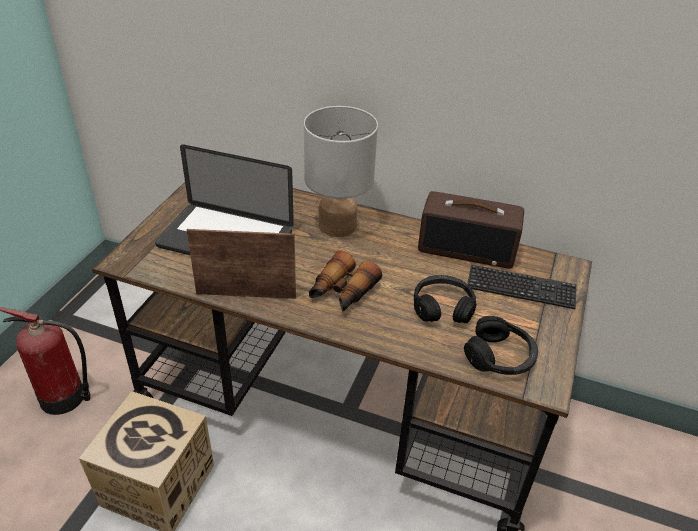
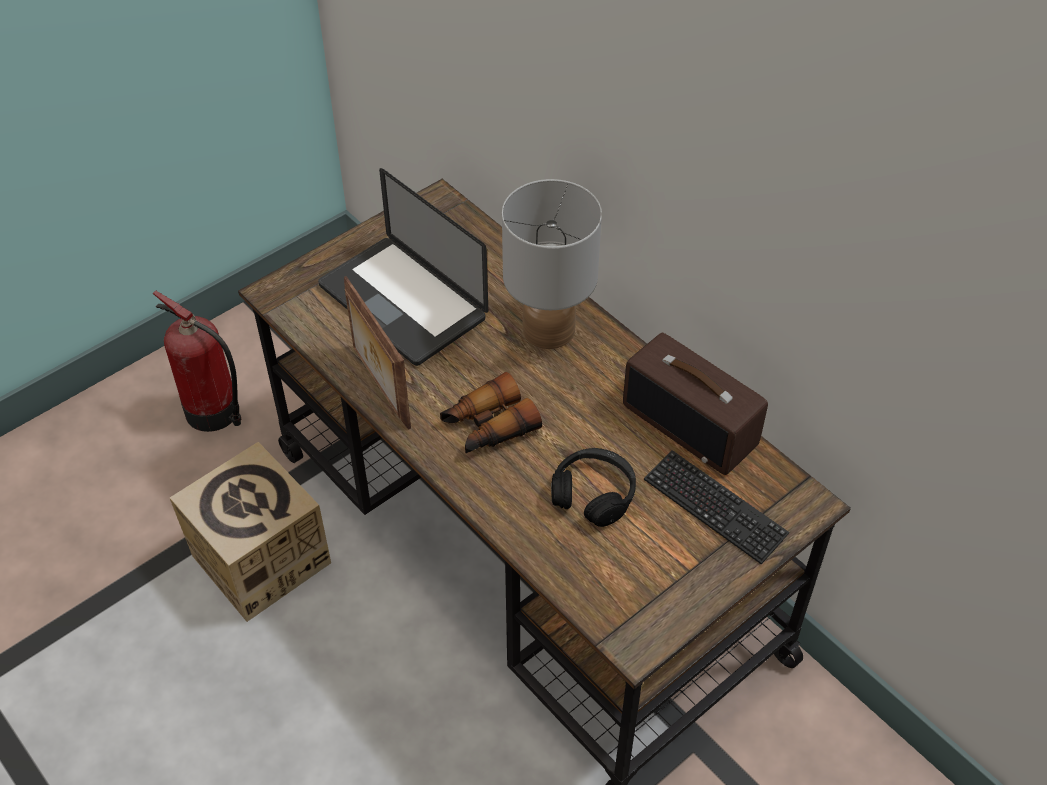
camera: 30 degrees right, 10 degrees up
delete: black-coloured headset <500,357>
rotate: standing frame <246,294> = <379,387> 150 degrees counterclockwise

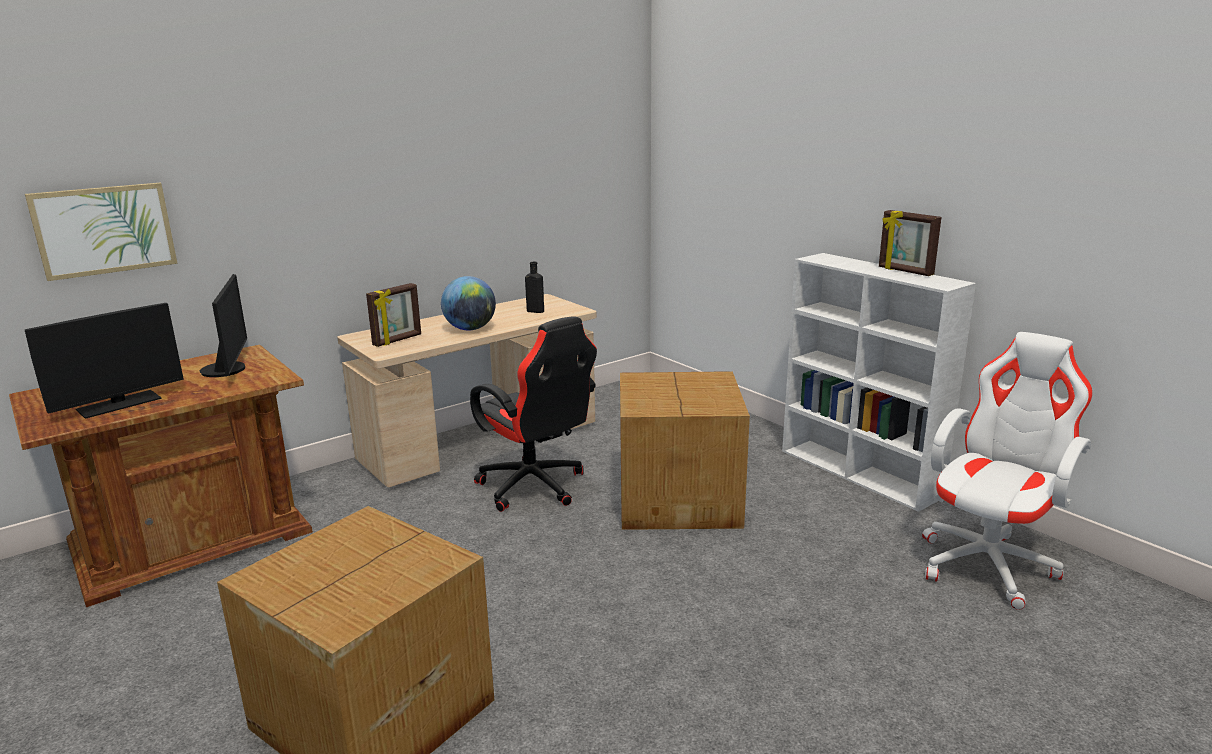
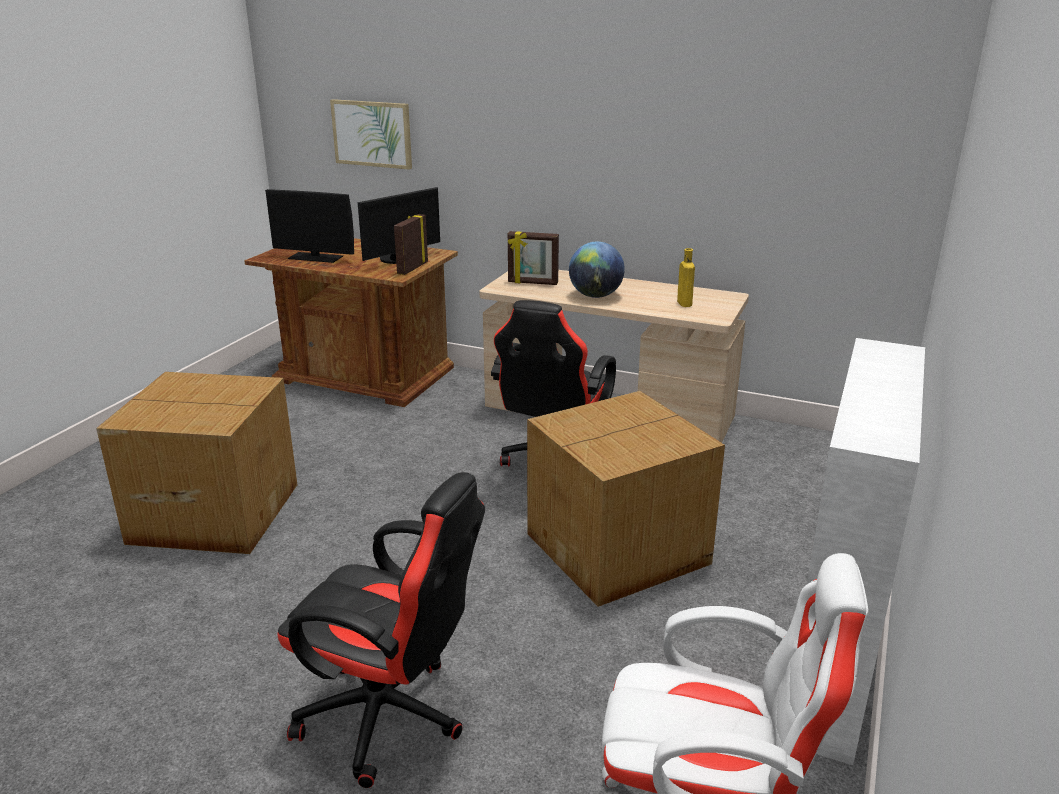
camera: 60 degrees right, 5 degrees up
insert: black-coloured desk chair <392,722>
move: standing frame <905,271> to <412,268>
recolor: black-coloured bottle <534,311> to yellow-coloured bottle <684,303>

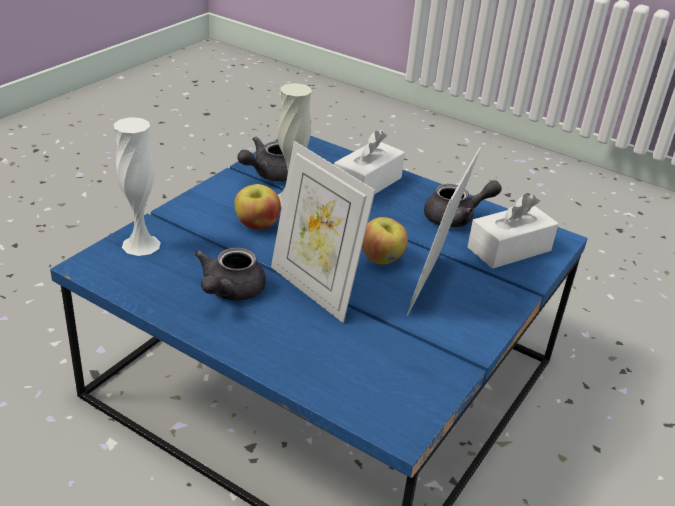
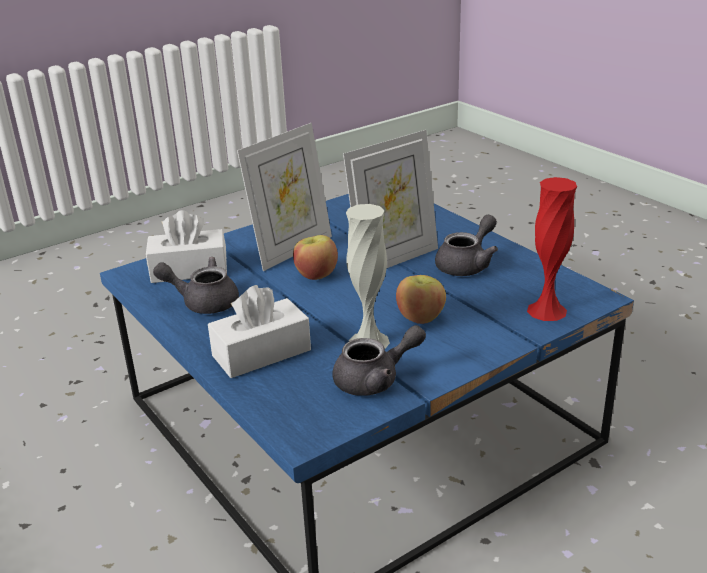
camera: 155 degrees left, 5 degrees down
recolor: white-coloured flower vase <141,244> to reddish flower vase <546,310>
rotate: standing frame <314,289> = <393,259> 75 degrees clockwise

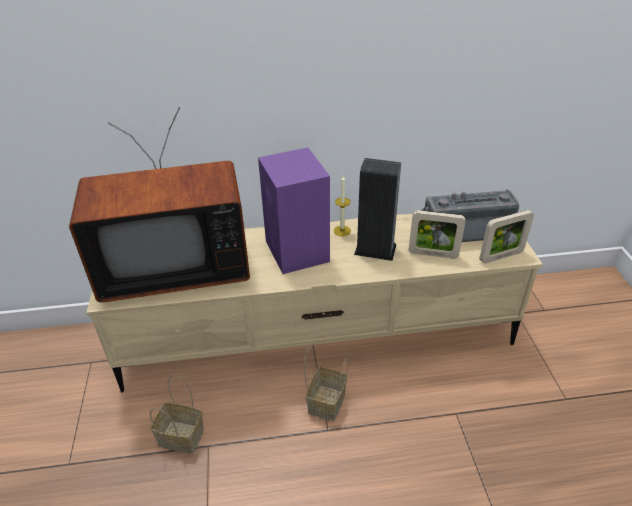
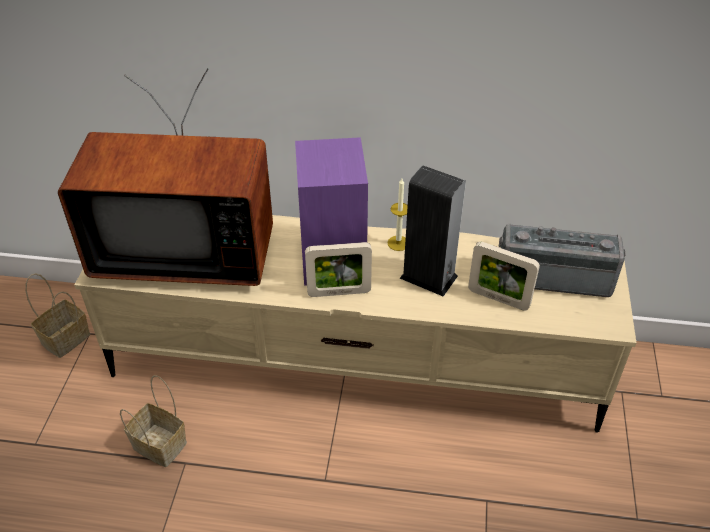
camera: 15 degrees right, 5 degrees up
move: storage basket <326,401> to <66,337>; standing frame <501,256> to <339,292>

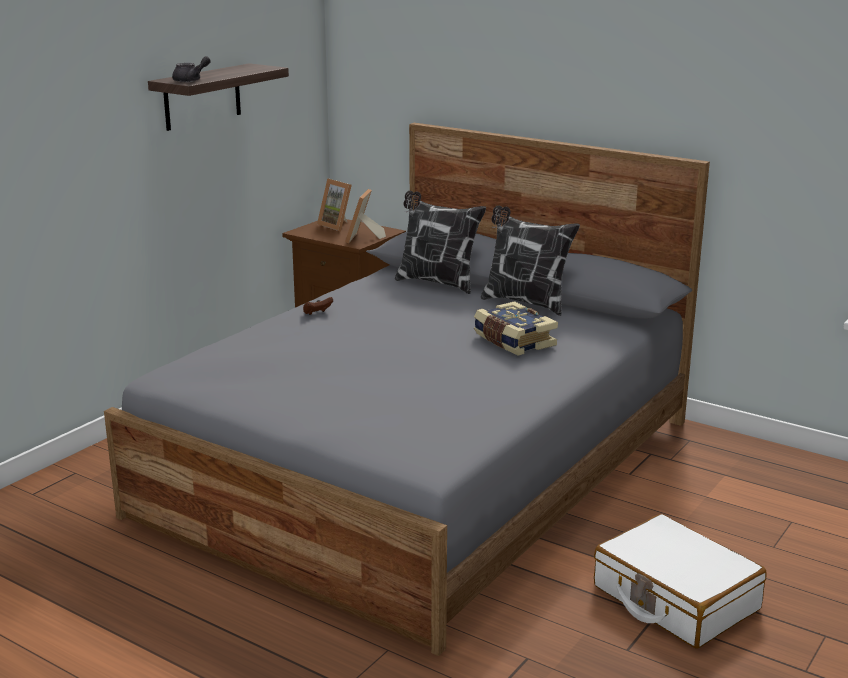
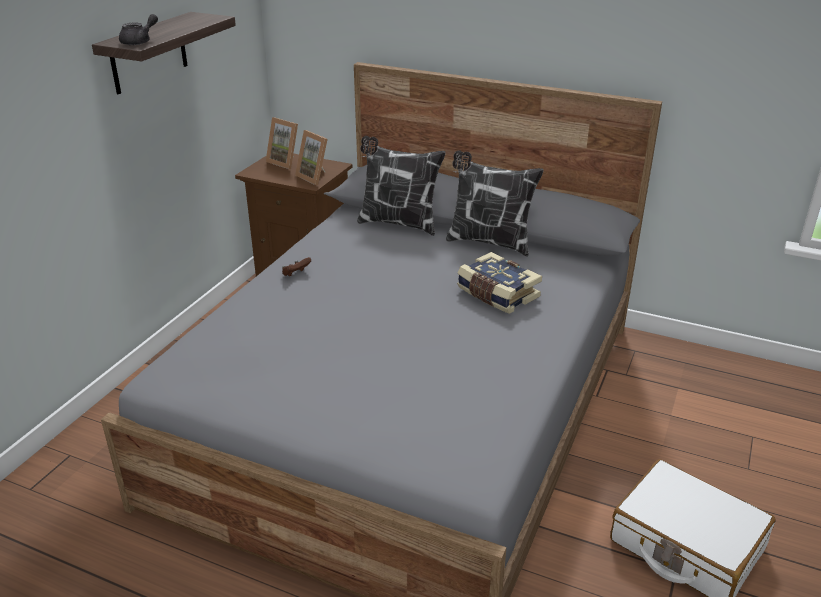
camera: 10 degrees left, 10 degrees up
rotate: standing frame <363,238> = <315,177> 45 degrees counterclockwise

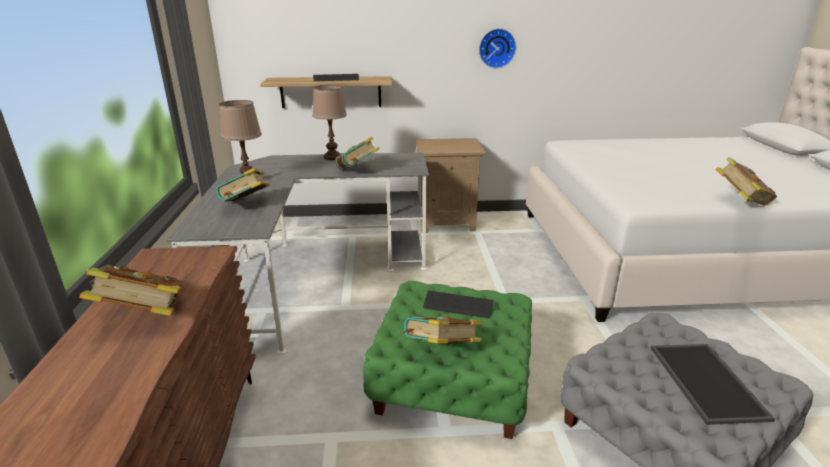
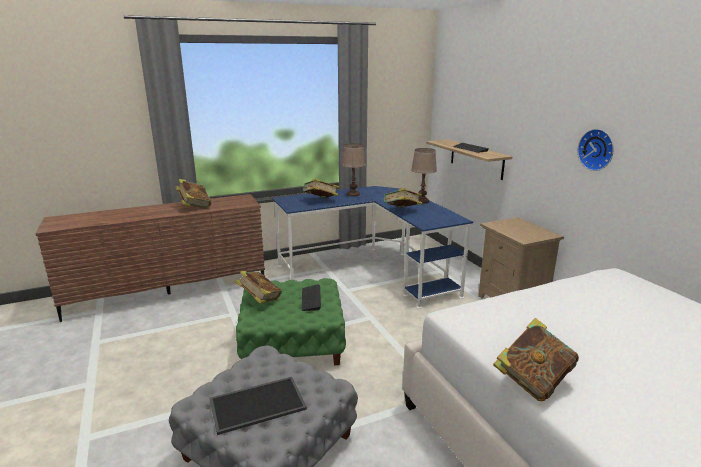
camera: 70 degrees right, 5 degrees down
recolor: gray desk unit <310,277> to blue desk unit <371,271>

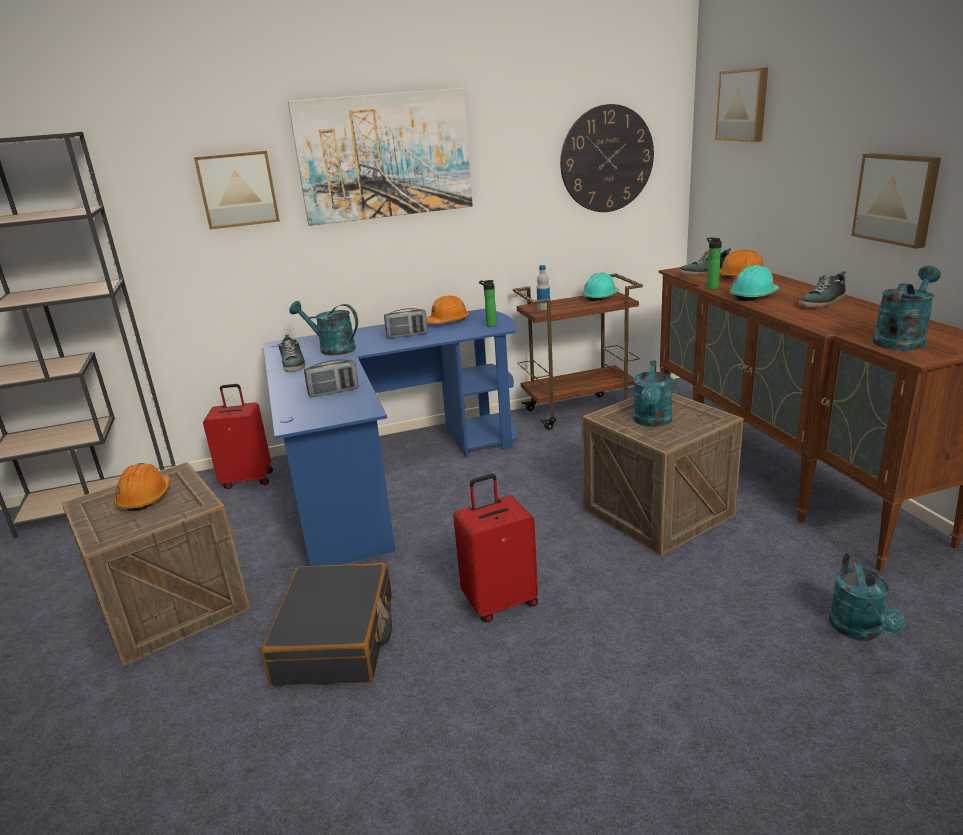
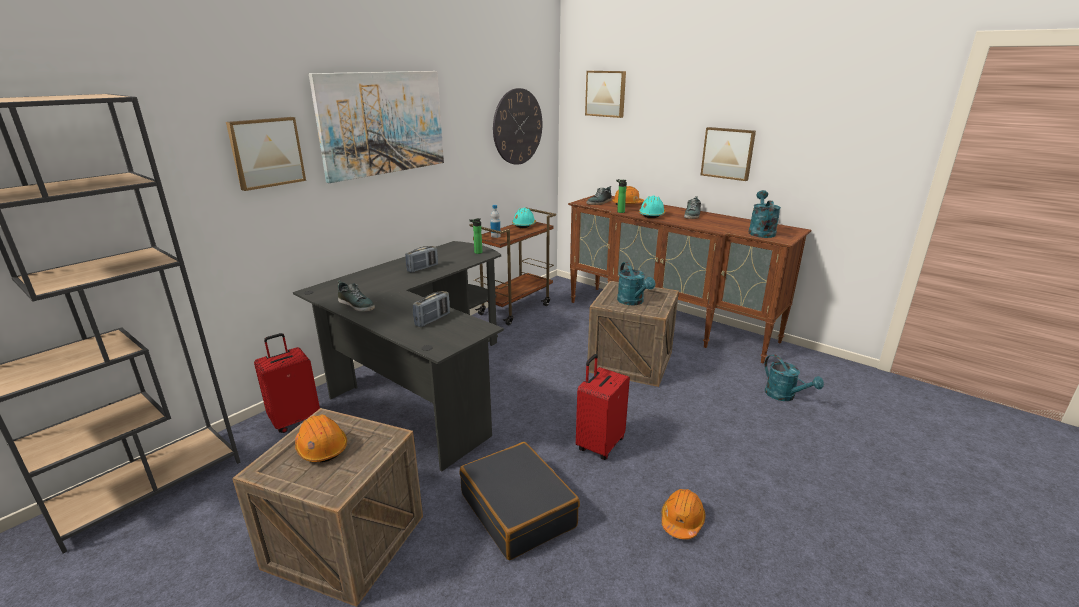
camera: 35 degrees left, 0 degrees up
delete: turquoise sprinkling can <331,349>
move: orange-coloured work helmet <448,322> to <682,521>
recolor: blue desk unit <387,474> to black-coloured desk unit <422,383>

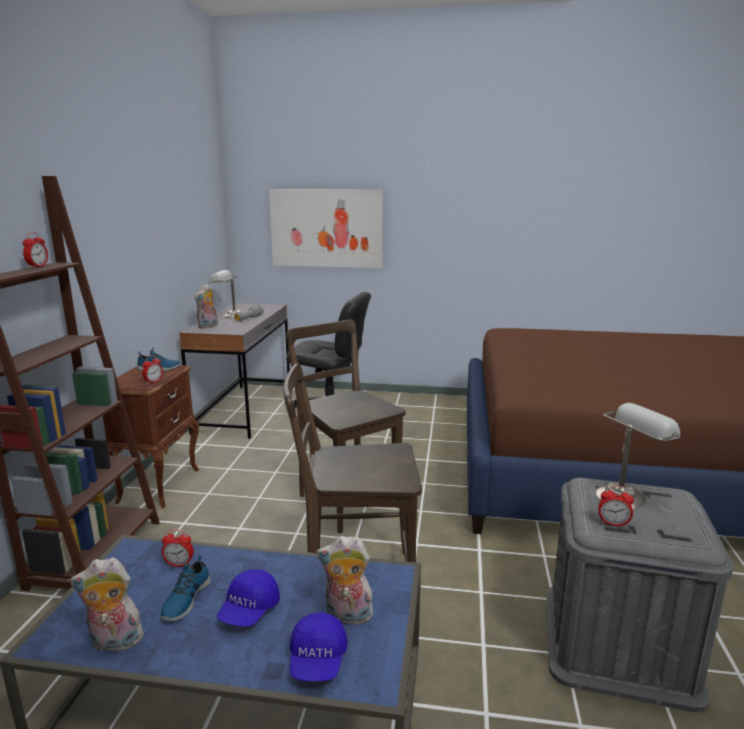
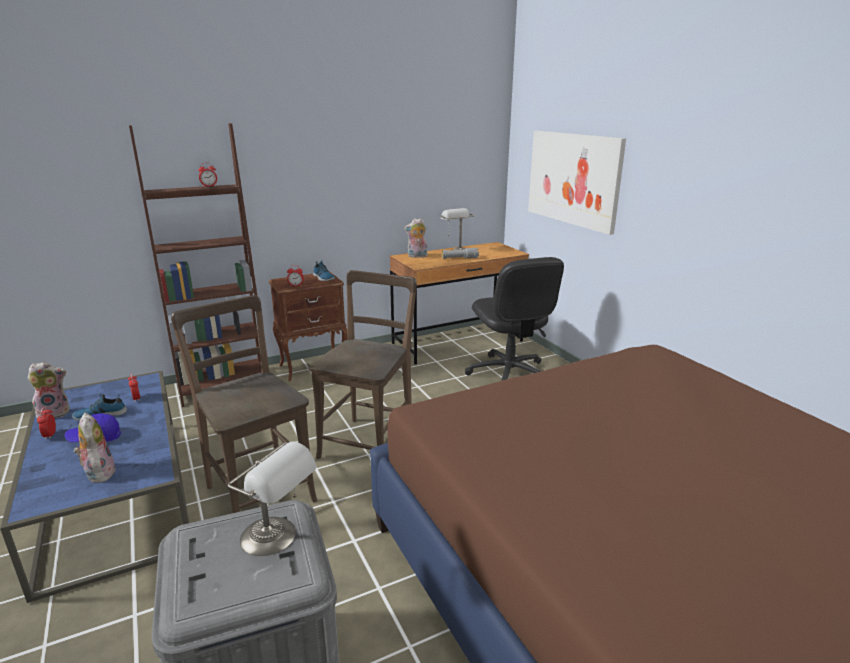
camera: 55 degrees right, 5 degrees up
delete: blue cap <317,660>
move: alarm clock <613,524> to <50,435>
recolor: gray desk unit <245,410> to brown-coloured desk unit <457,342>
rotate: plush toy <114,643> = <55,413> 105 degrees clockwise

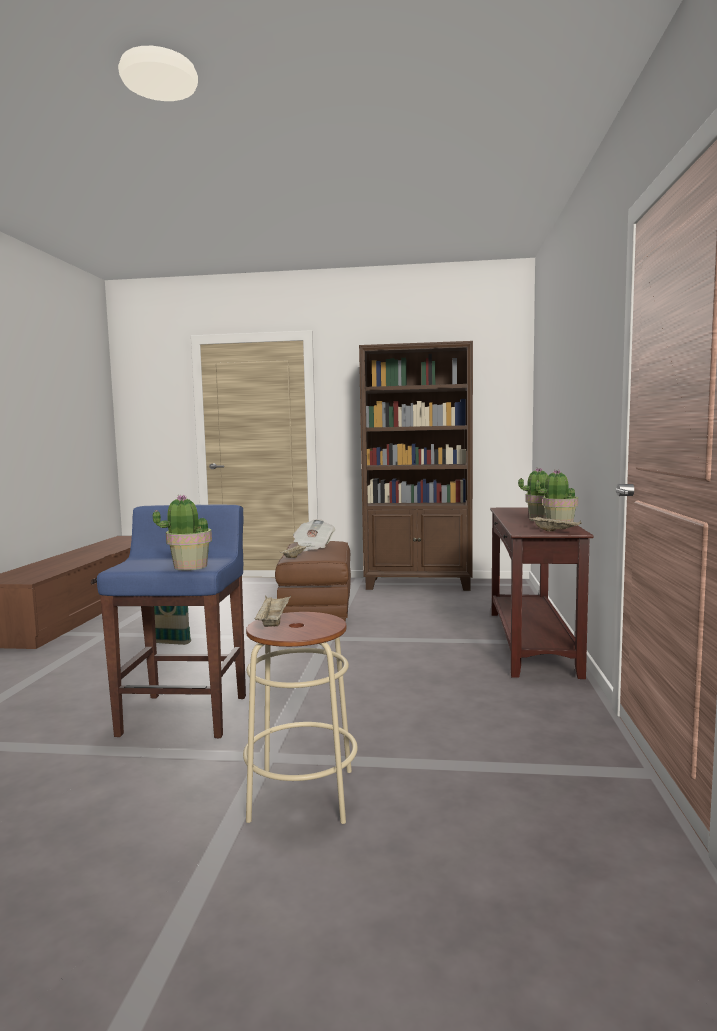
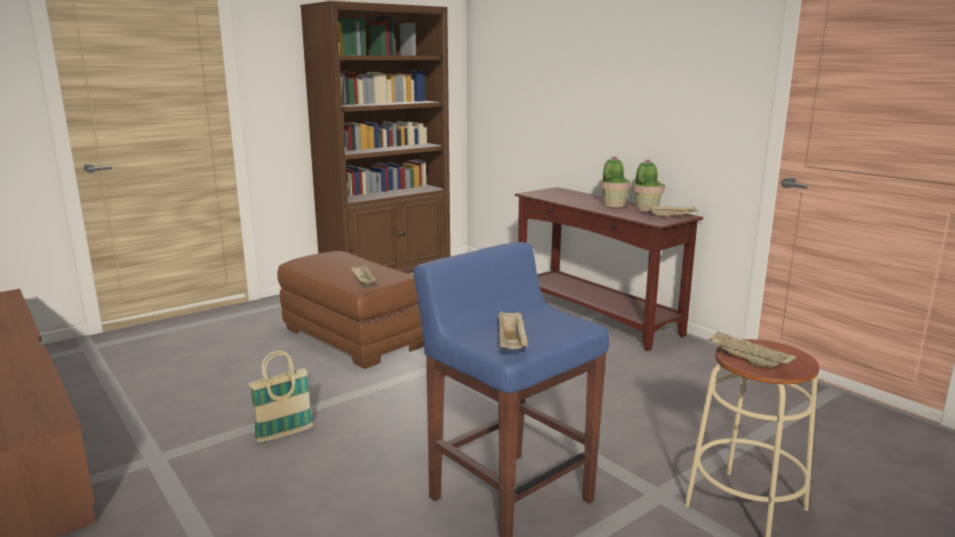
camera: 45 degrees left, 10 degrees up
delete: houseplant <189,567>; newspaper <312,547>
insert: sand-coloured carrying tray <512,345>

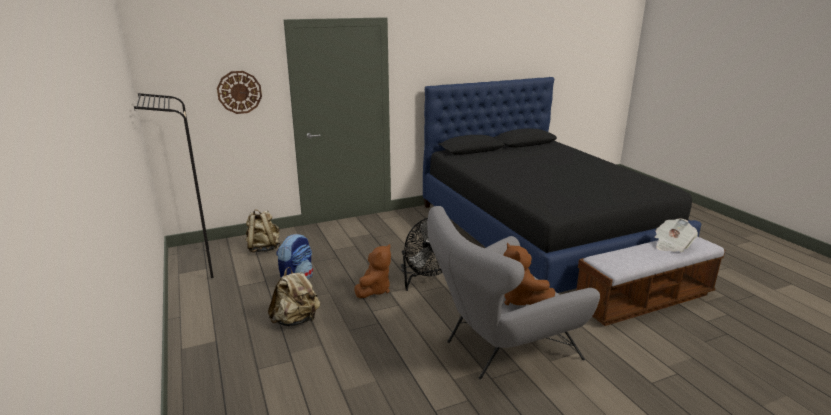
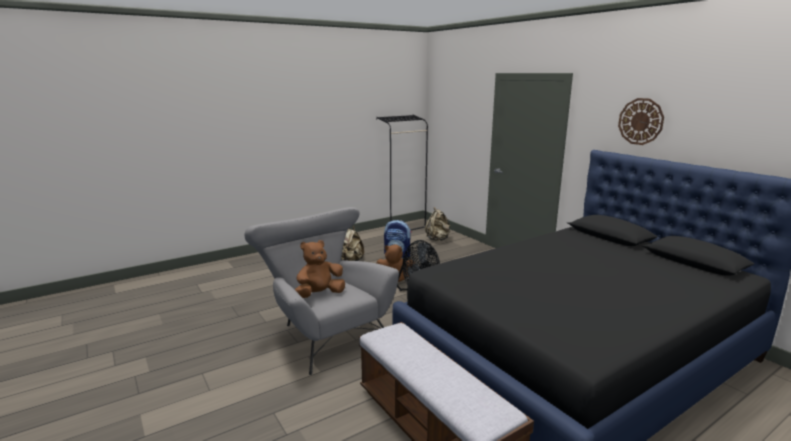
camera: 80 degrees right, 5 degrees down
delete: newspaper <672,245>
move: wall clock <239,92> to <640,121>

